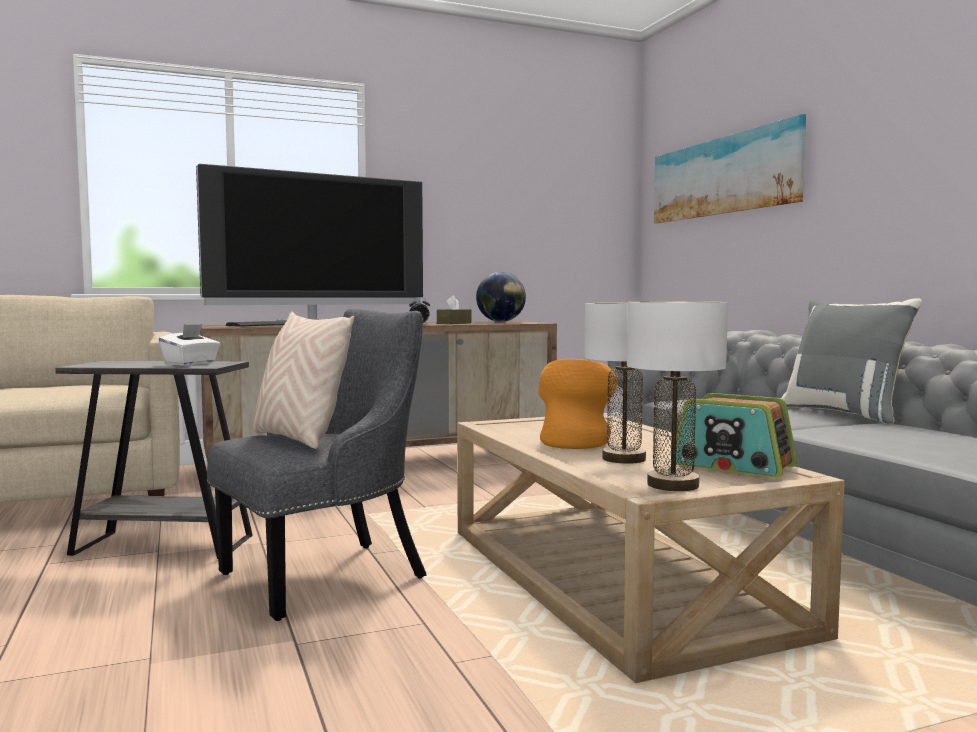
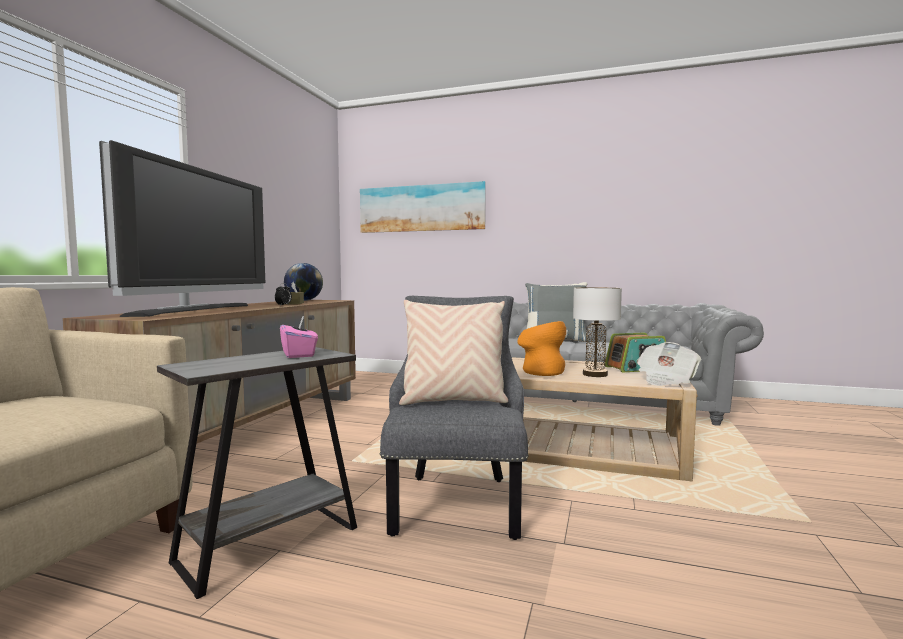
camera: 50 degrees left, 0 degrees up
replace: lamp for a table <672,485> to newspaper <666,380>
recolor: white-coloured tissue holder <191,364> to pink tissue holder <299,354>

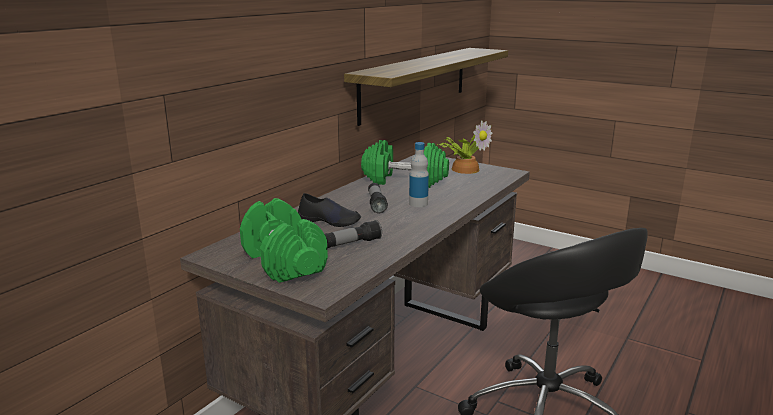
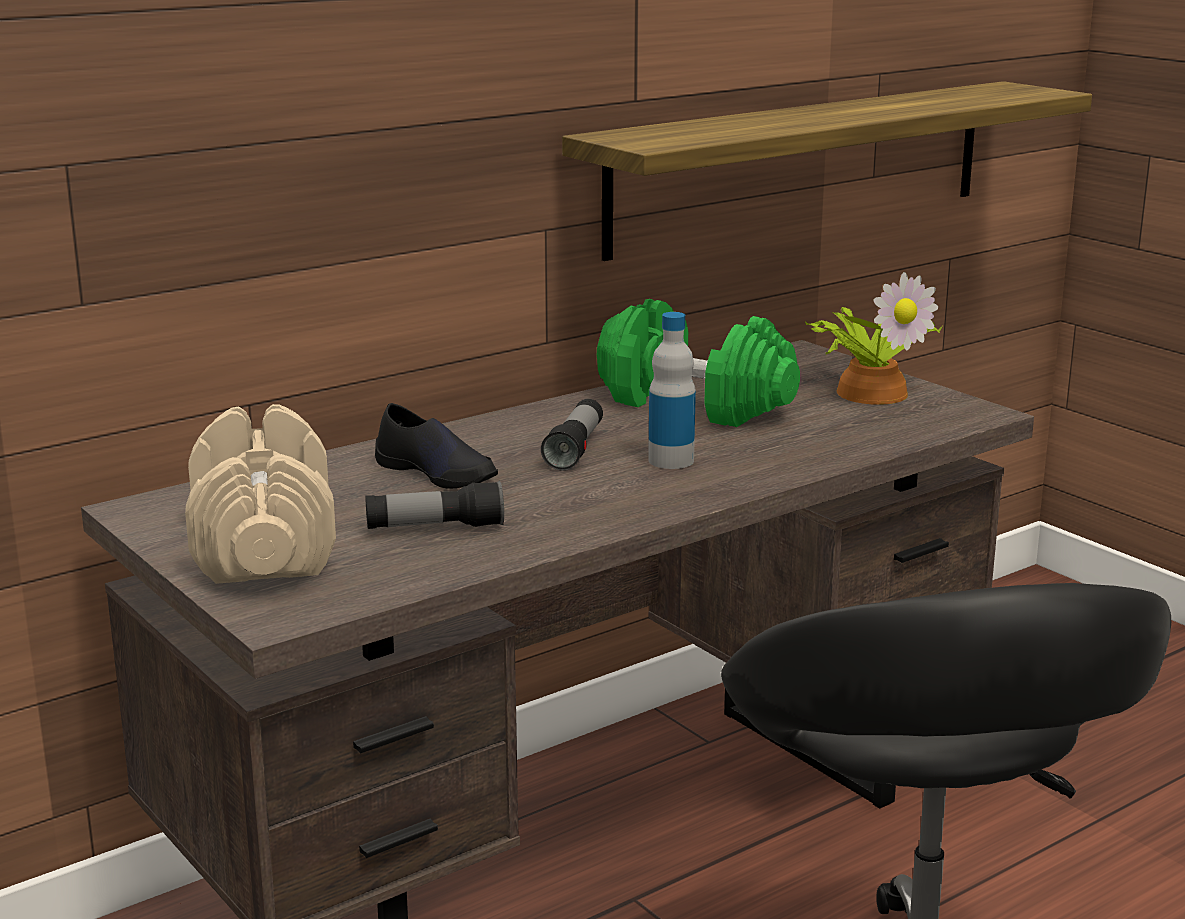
camera: 20 degrees right, 0 degrees up
recolor: green free weight <283,261> to sand-coloured free weight <262,543>

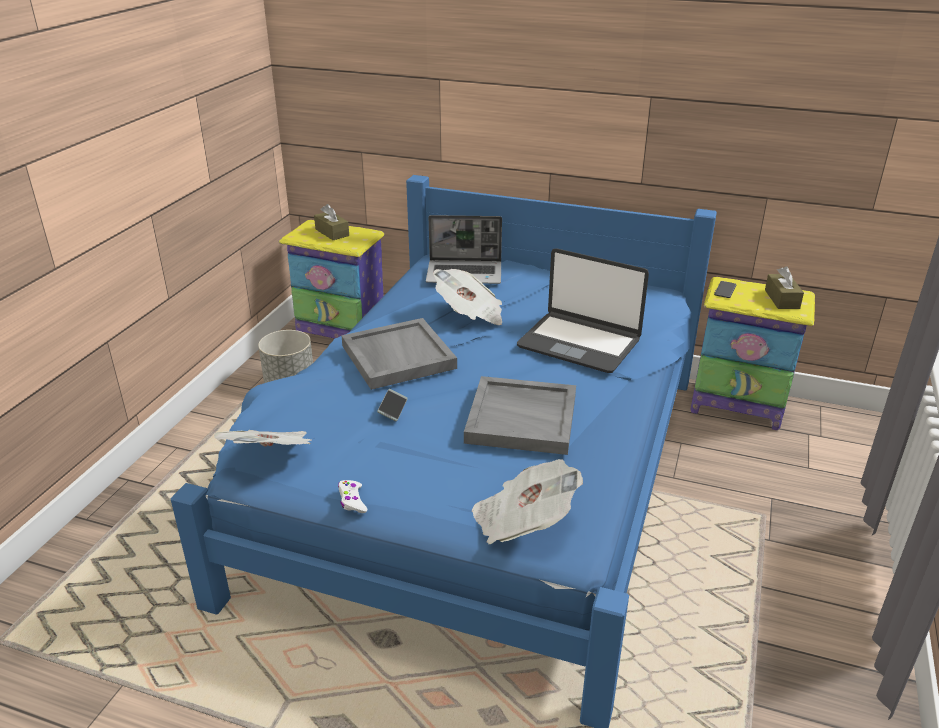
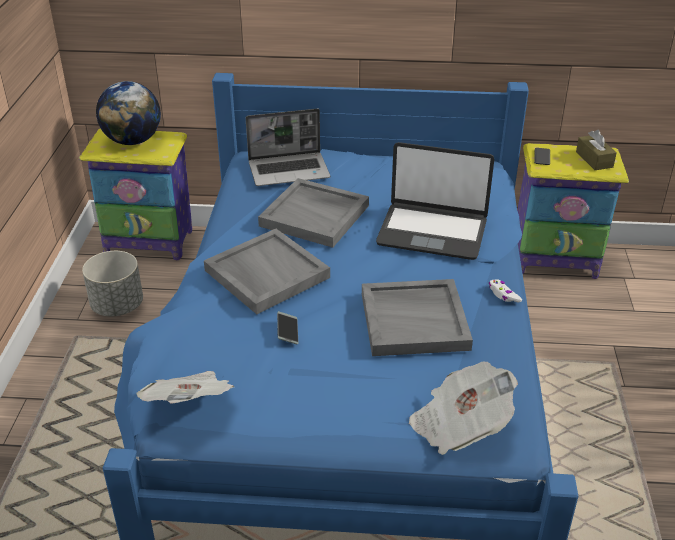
camera: 15 degrees left, 5 degrees up
move: white-coloured gamepad <352,501> to <503,295>
replace: brown-coloured tissue holder <332,232> to world globe <133,141>; newspaper <470,314> to gray carrying tray <315,215>

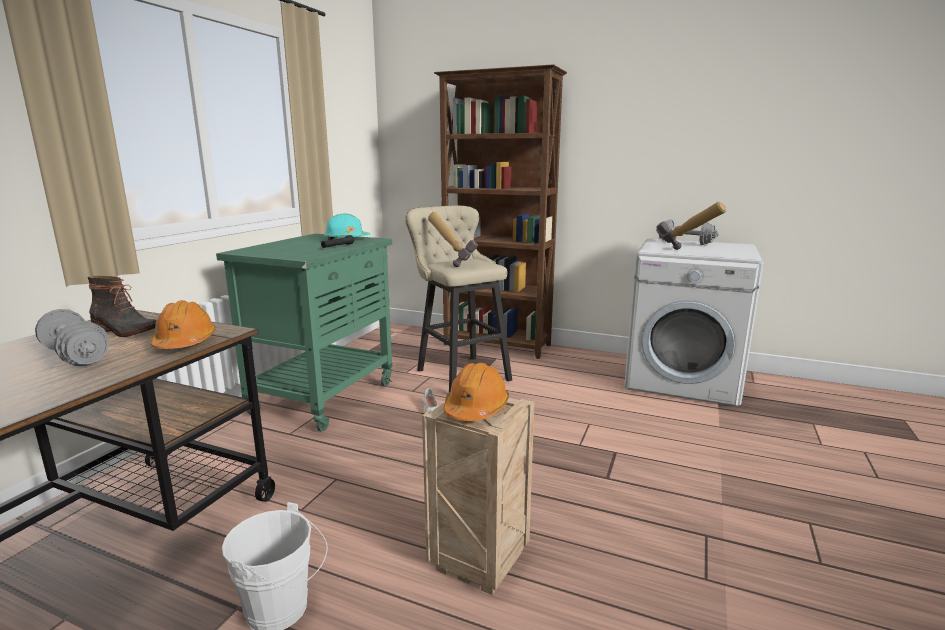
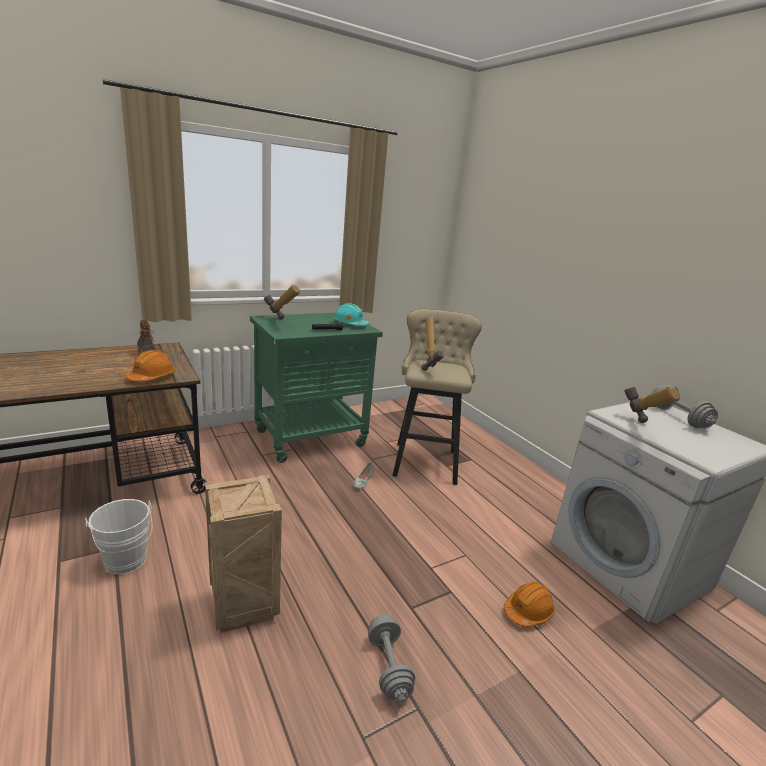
camera: 35 degrees right, 5 degrees up
delete: brown-coloured bookcase <497,345>
insert: tool hammer <280,323>
move: gray free weight <76,356> to <388,667>; orange-coloured work helmet <476,408> to <528,611>

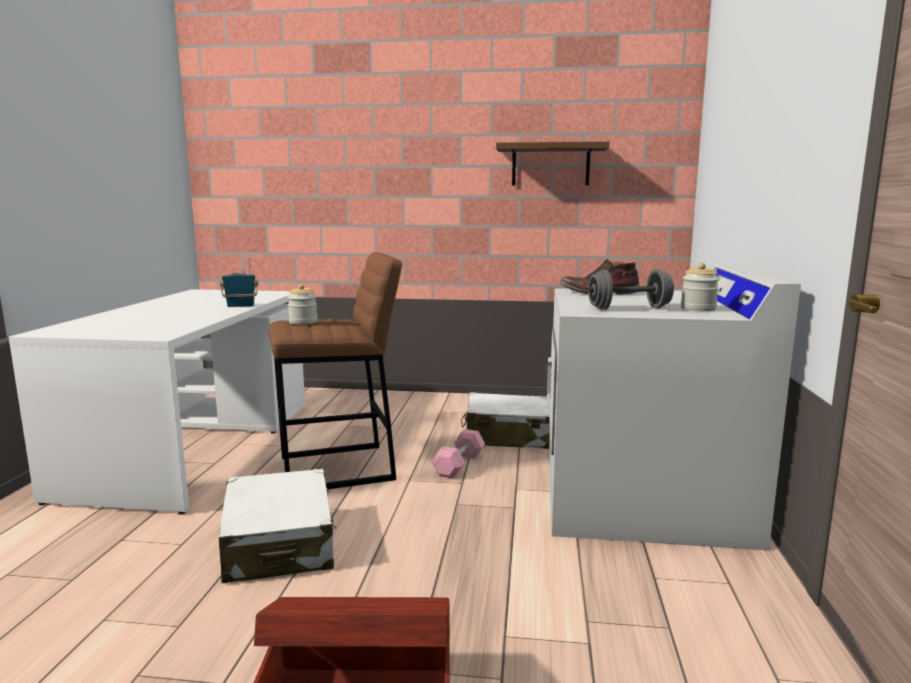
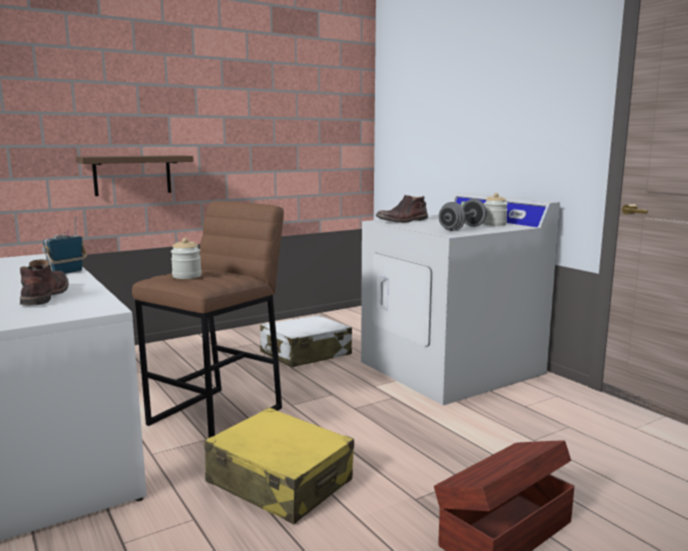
camera: 40 degrees left, 0 degrees up
delete: pink free weight <459,464>
insert: brown-coloured boot <44,296>
move: brown-coloured shelf <550,165> to <132,175>
recolor: white-coloured suitcase <279,544> to yellow-coloured suitcase <280,482>

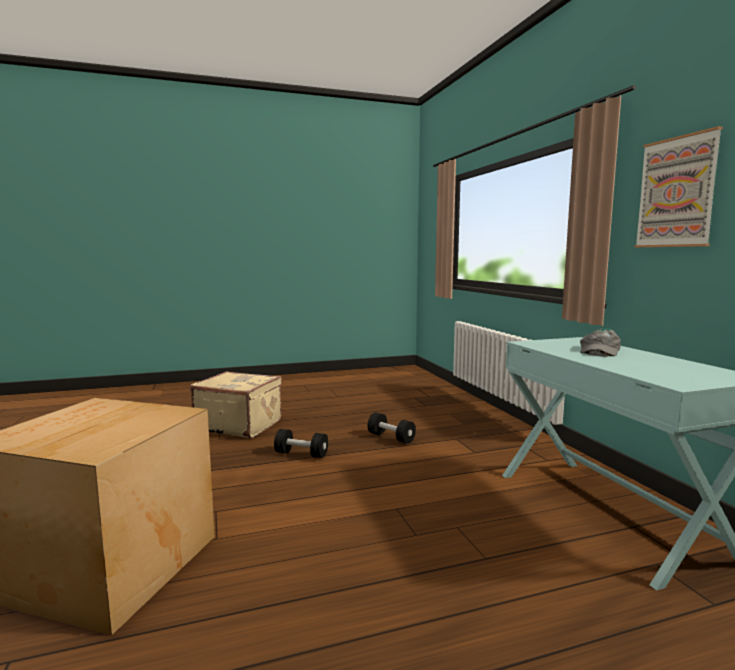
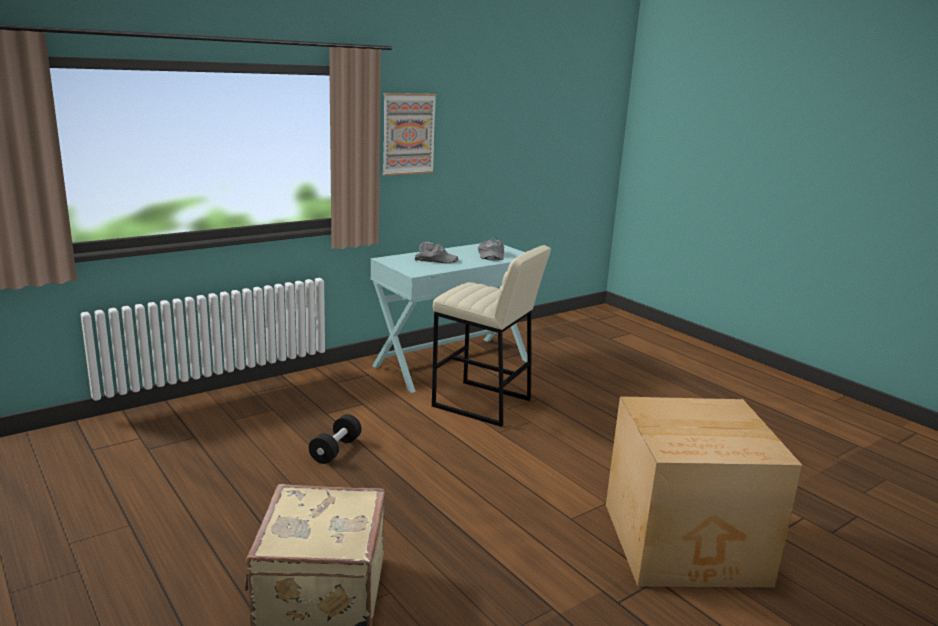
camera: 110 degrees left, 10 degrees up
delete: black-coloured free weight <301,454>
insert: sand-coloured stool <484,403>; gray cap <490,255>

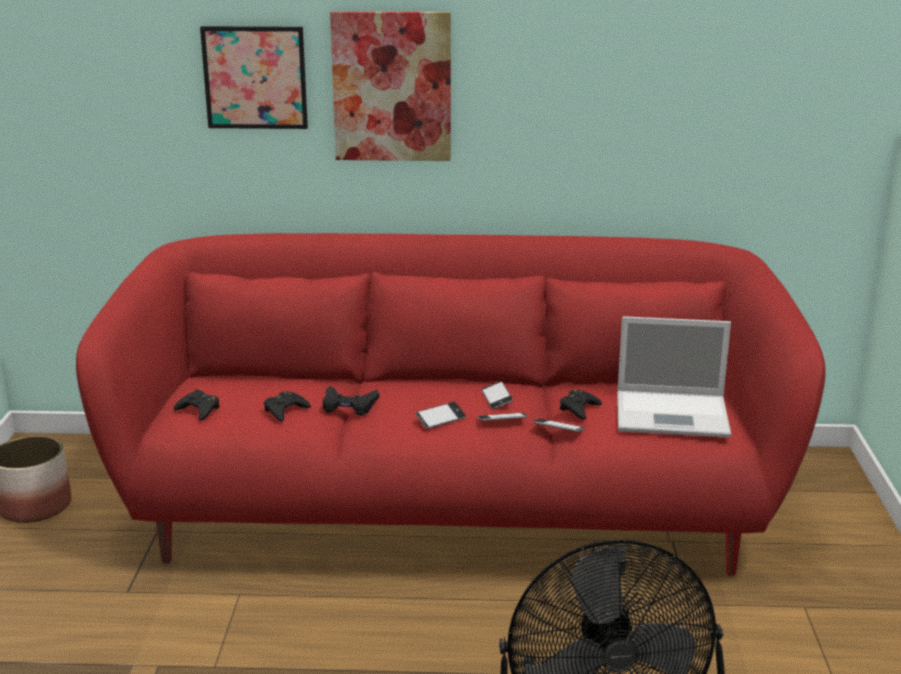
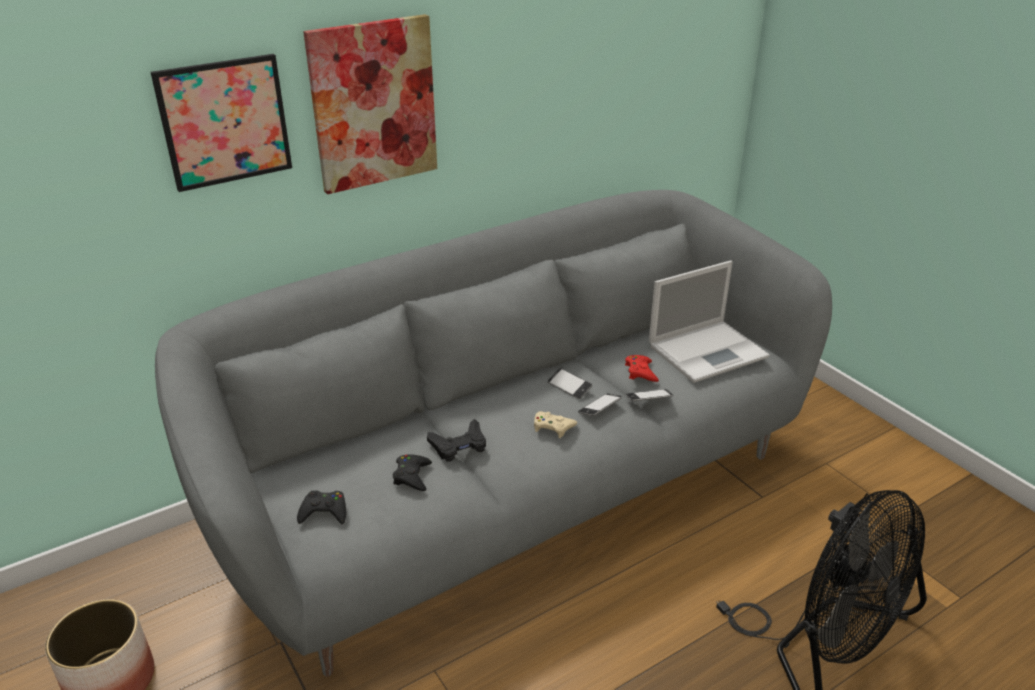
camera: 35 degrees left, 10 degrees up
replace: telephone <440,419> to sand-coloured gamepad <553,427>
recolor: reddish couch <450,509> to gray couch <518,491>; black-coloured gamepad <579,409> to reddish gamepad <640,372>

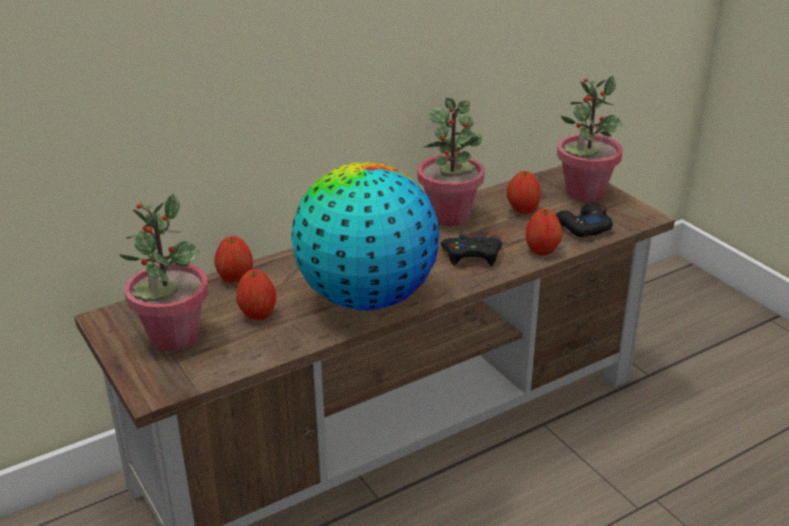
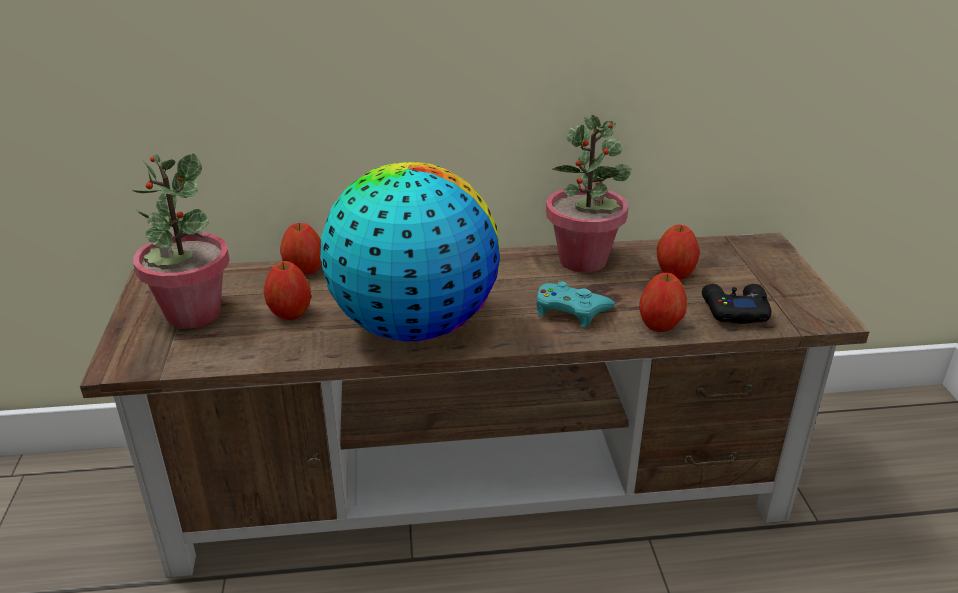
camera: 25 degrees right, 0 degrees up
delete: houseplant <584,193>
recolor: black-coloured gamepad <471,256> to turquoise gamepad <570,310>

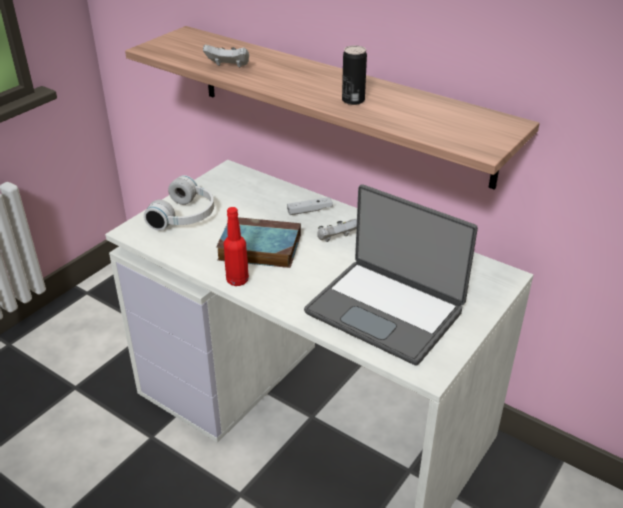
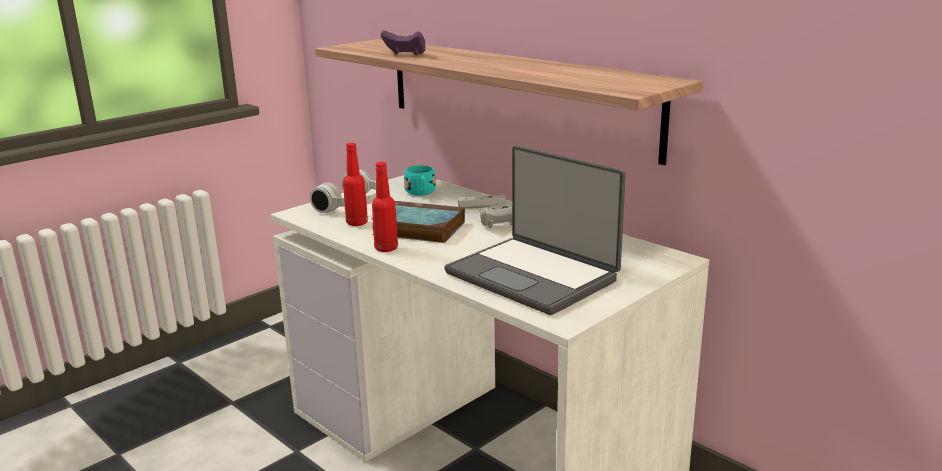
camera: 10 degrees right, 15 degrees down
delete: sealed can <353,100>
insert: reddish bottle <357,223>; turquoise mug <421,193>
recolor: white-coloured gamepad <228,67> to purple gamepad <405,54>

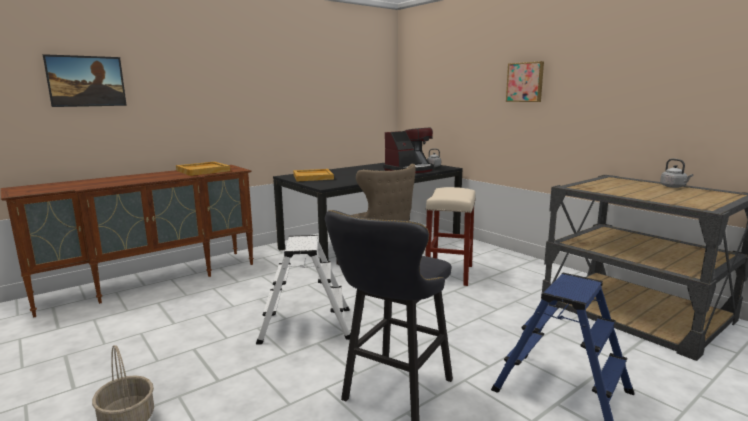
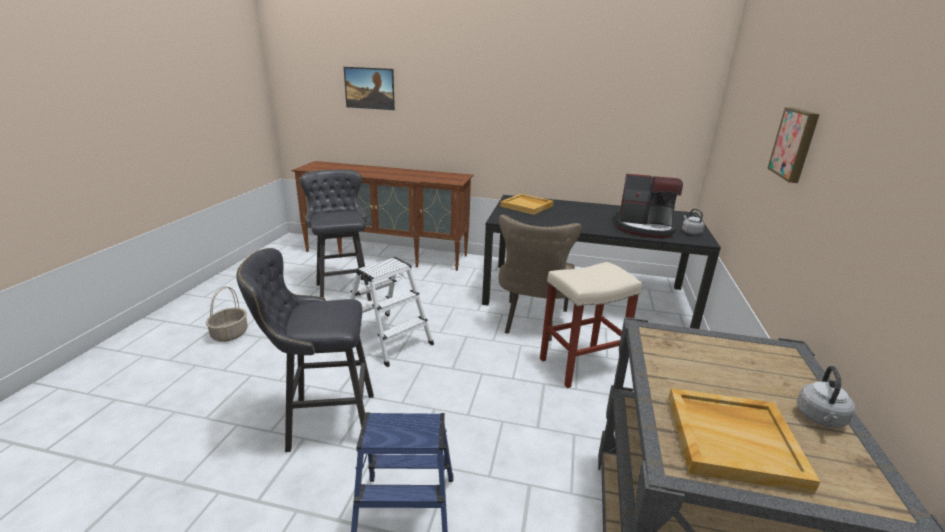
camera: 50 degrees right, 10 degrees up
insert: black-coloured stool <342,288>
move: sand-coloured carrying tray <203,170> to <733,440>

